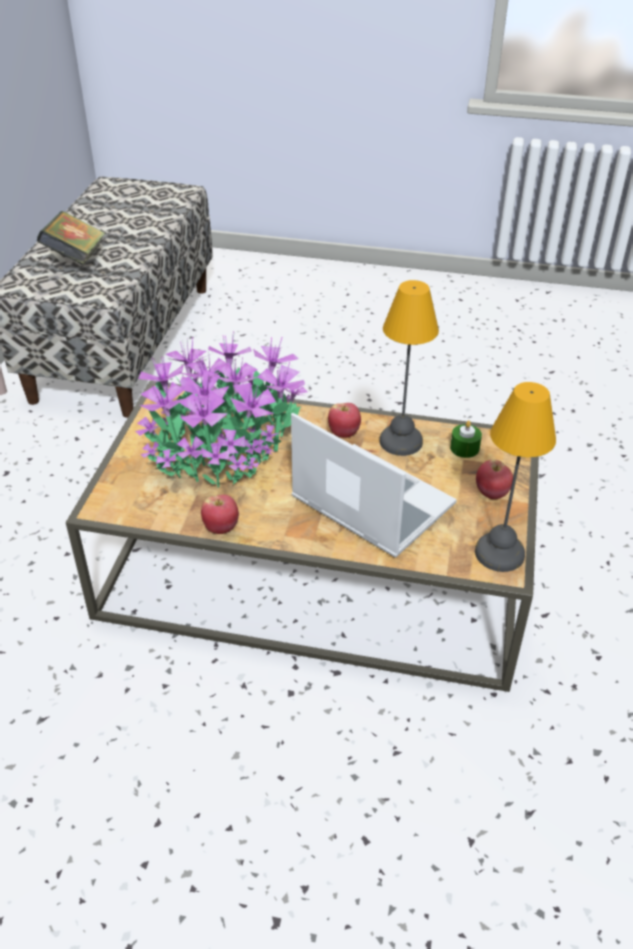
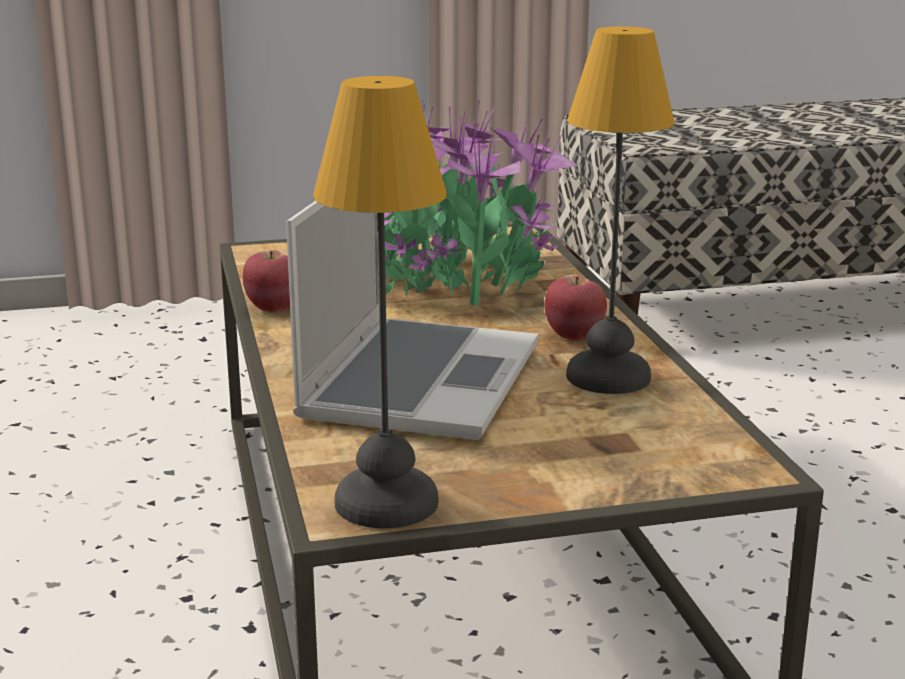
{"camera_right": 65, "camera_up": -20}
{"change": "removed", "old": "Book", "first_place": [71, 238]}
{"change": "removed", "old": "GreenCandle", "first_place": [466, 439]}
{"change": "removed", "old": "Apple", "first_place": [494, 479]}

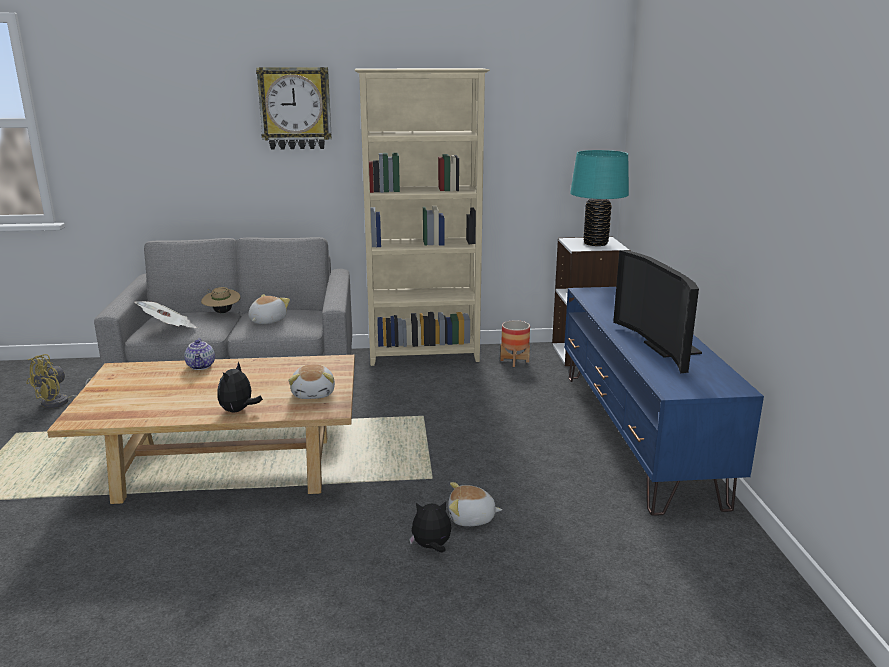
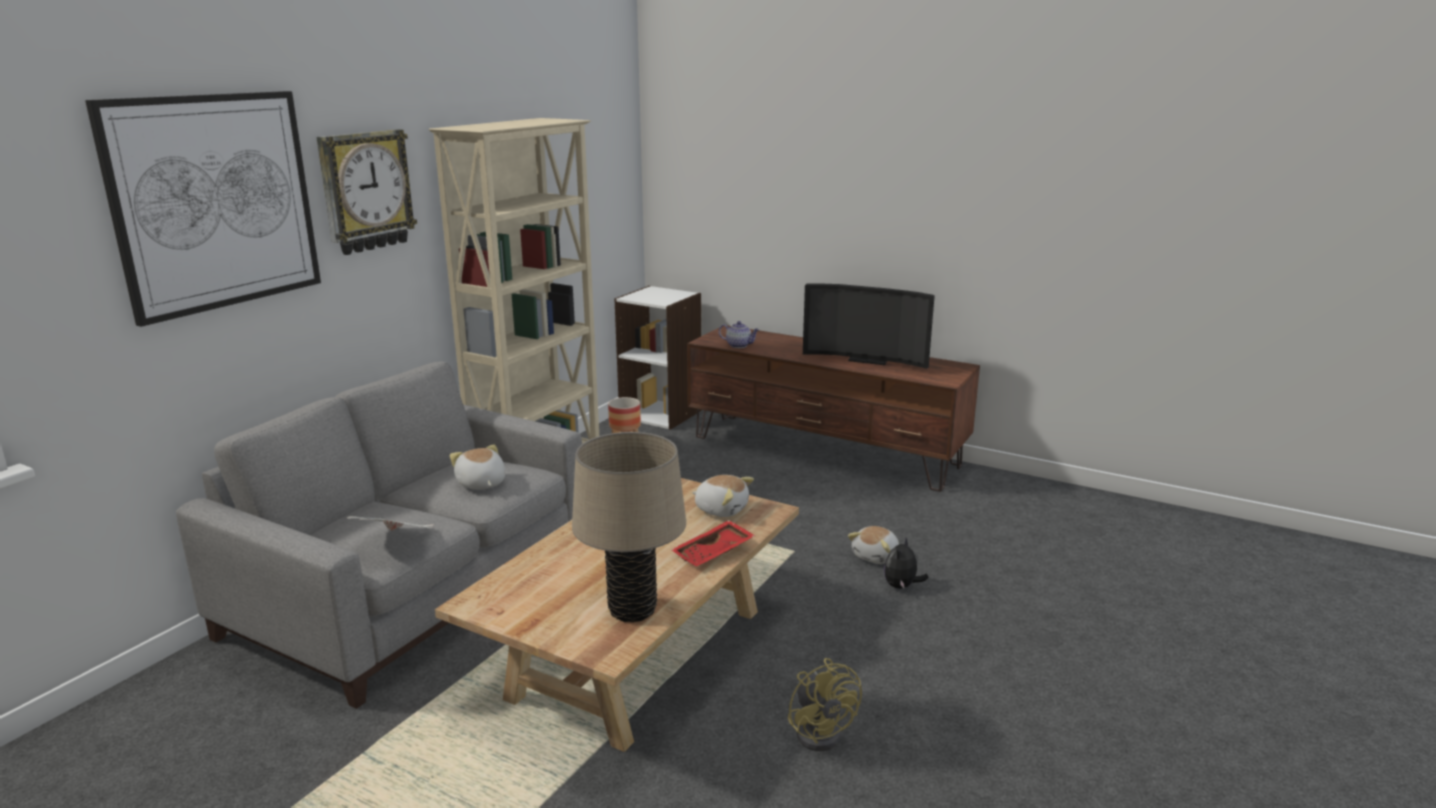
{"camera_right": -55, "camera_up": 0}
{"change": "removed", "old": "BeigeHat", "first_place": [220, 300]}
{"change": "removed", "old": "TurquoiseTableLamp", "first_place": [599, 198]}
{"change": "added", "new": "Picture", "second_place": [203, 209]}
{"change": "added", "new": "BeigeTableLamp", "second_place": [629, 527]}
{"change": "moved", "old": "YellowFan", "first_place": [59, 381], "second_place": [825, 704]}
{"change": "moved", "old": "Teapot", "first_place": [199, 354], "second_place": [739, 334]}
{"change": "replaced", "old": "PlushToy", "new": "RedTray", "first_place": [240, 387], "second_place": [713, 543]}
{"change": "recoloured", "old": "BlueTvStand", "new": "BrownTvStand", "first_place": [664, 401], "second_place": [833, 408]}

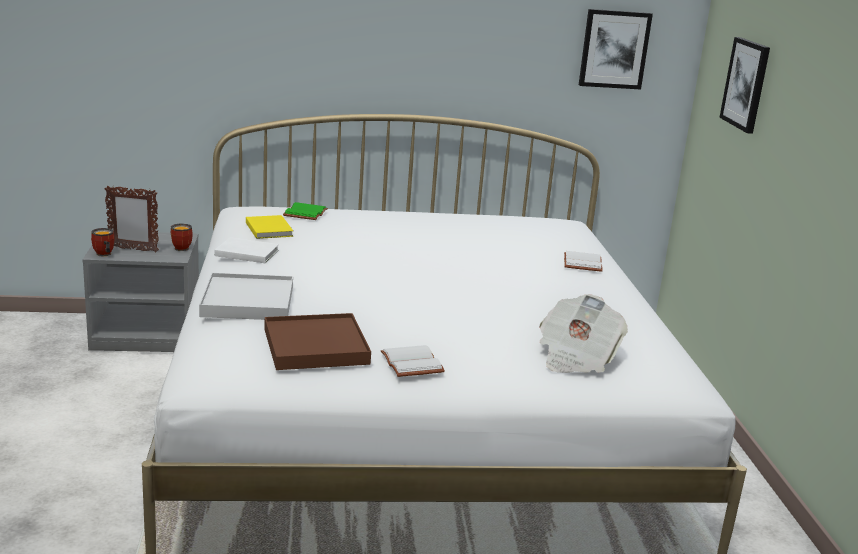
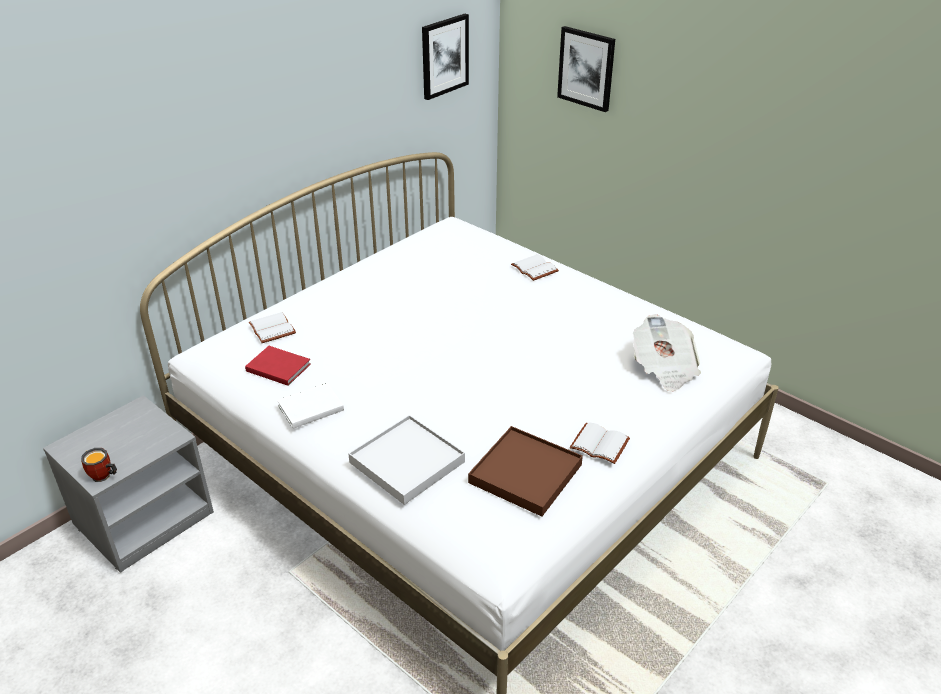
{"camera_right": -40, "camera_up": 15}
{"change": "removed", "old": "PictureFrame", "first_place": [131, 219]}
{"change": "removed", "old": "Mug", "first_place": [182, 237]}
{"change": "recoloured", "old": "YellowBook", "new": "RedBook", "first_place": [269, 227], "second_place": [278, 366]}
{"change": "recoloured", "old": "GreenBook", "new": "WhiteBook", "first_place": [305, 211], "second_place": [272, 327]}

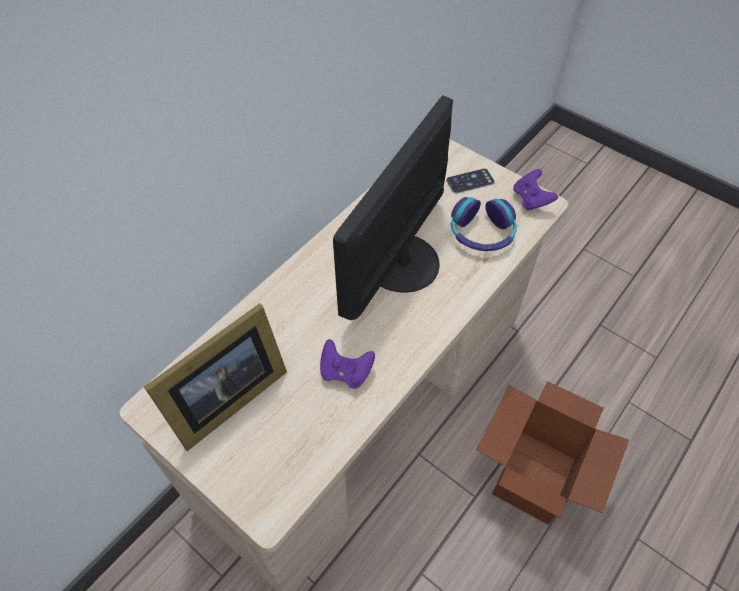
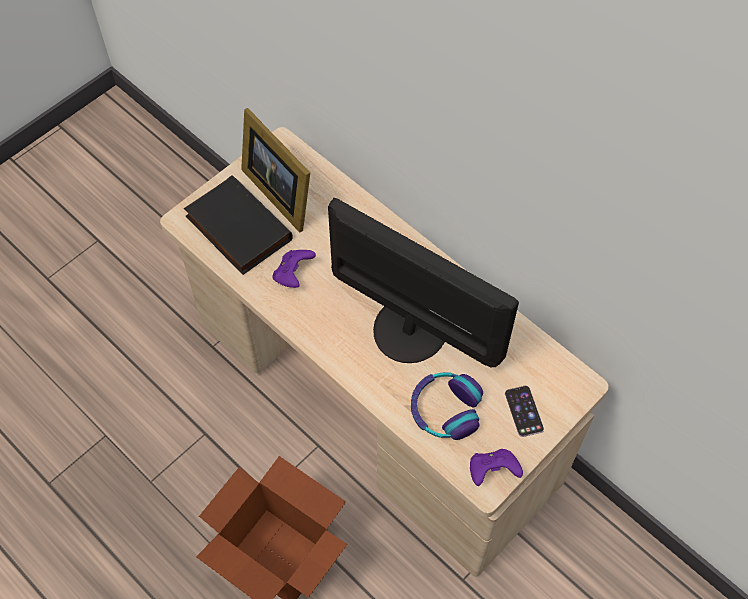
{"camera_right": 95, "camera_up": 5}
{"change": "added", "new": "BlackBook", "second_place": [238, 225]}

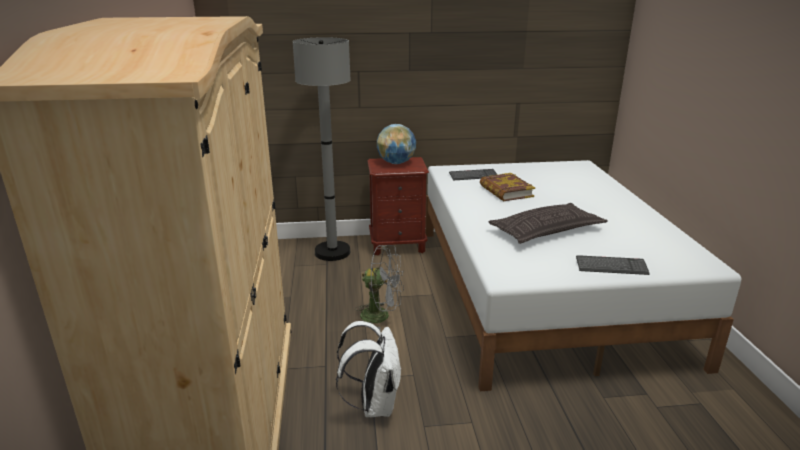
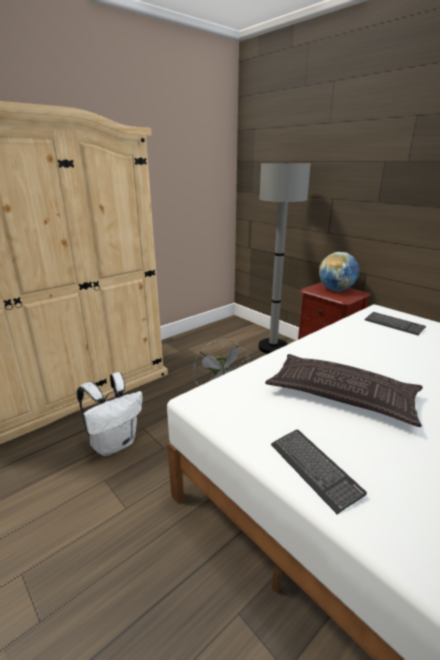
{"camera_right": 55, "camera_up": 0}
{"change": "removed", "old": "Book", "first_place": [507, 187]}

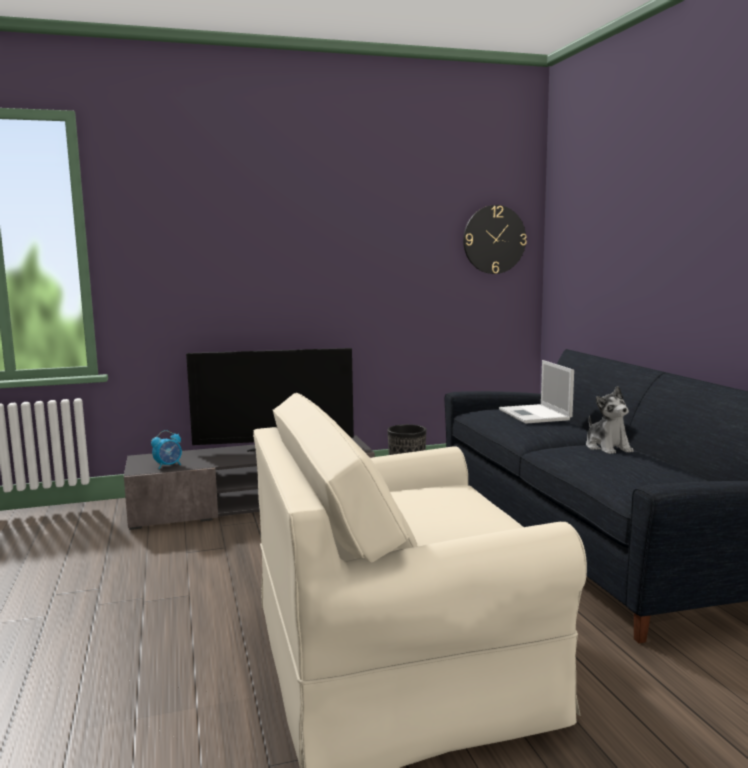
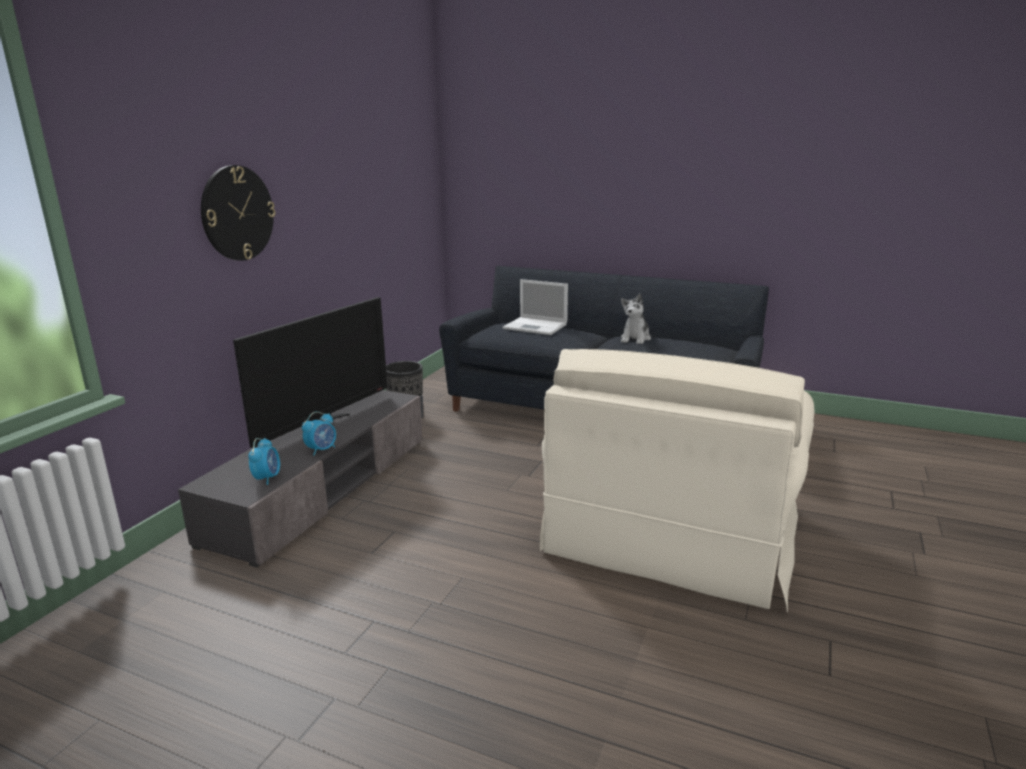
{"camera_right": -50, "camera_up": 10}
{"change": "added", "new": "AlarmClock", "second_place": [319, 434]}
{"change": "moved", "old": "WallClock", "first_place": [495, 239], "second_place": [238, 213]}
{"change": "turned", "old": "PlushToy", "first_place": [610, 420], "second_place": [636, 318], "degrees": 90}

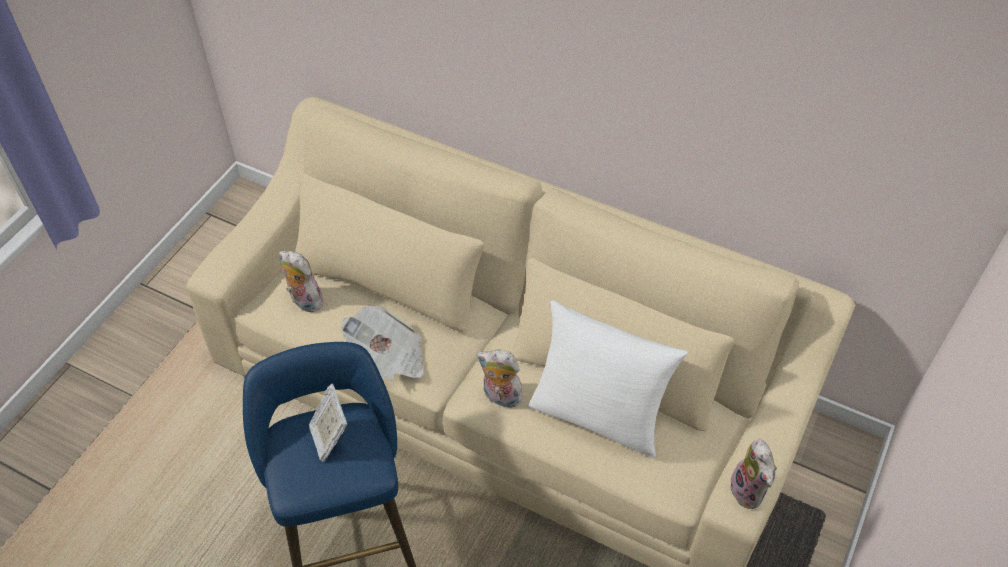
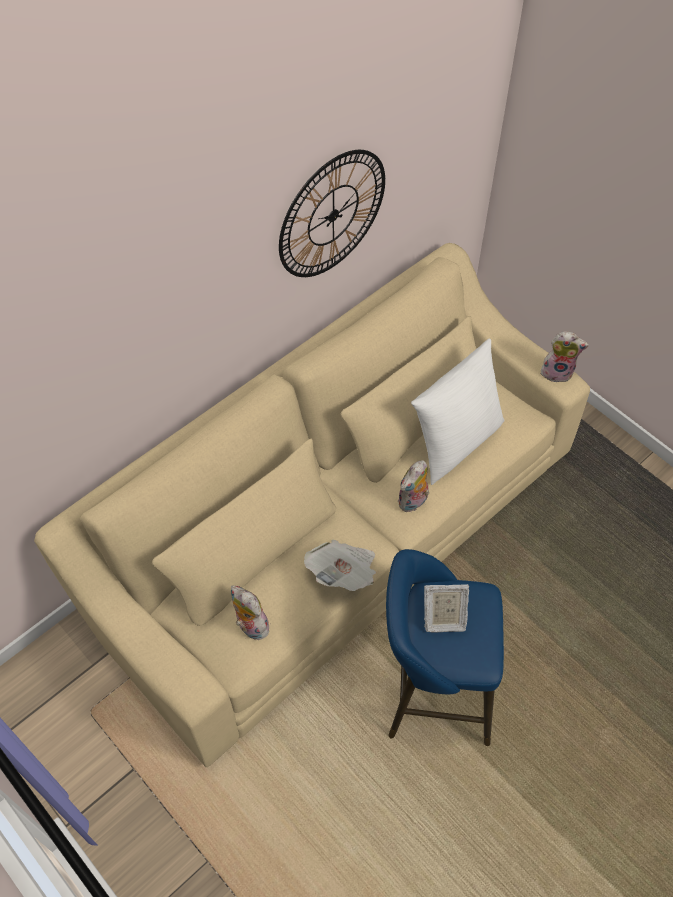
{"camera_right": -70, "camera_up": 5}
{"change": "added", "new": "WallClock", "second_place": [332, 213]}
{"change": "turned", "old": "PlushToy", "first_place": [301, 281], "second_place": [250, 612], "degrees": 75}

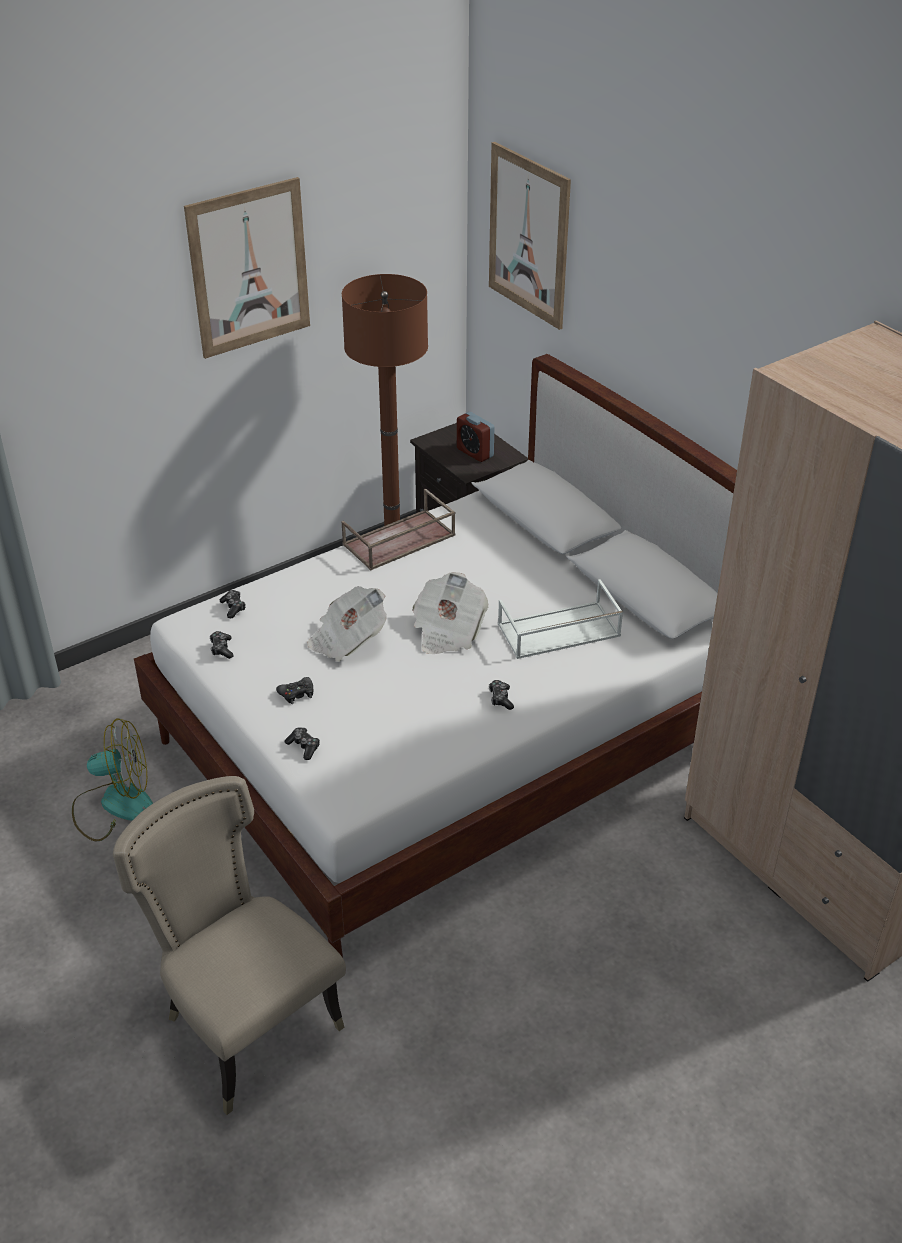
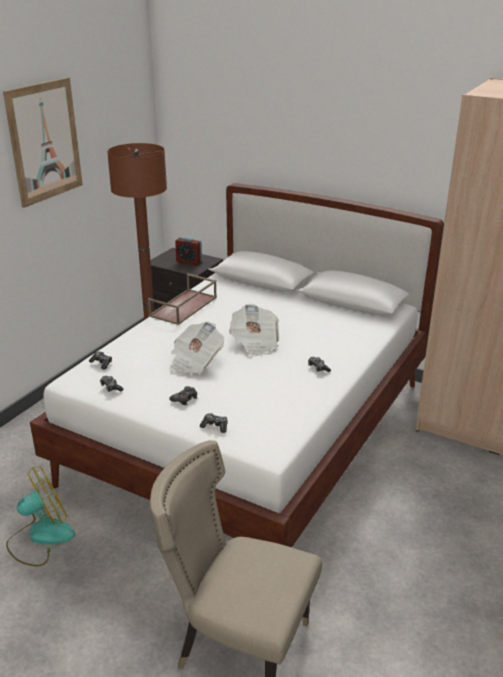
{"camera_right": -25, "camera_up": -10}
{"change": "removed", "old": "Picture", "first_place": [530, 236]}
{"change": "removed", "old": "WhiteTray", "first_place": [560, 619]}

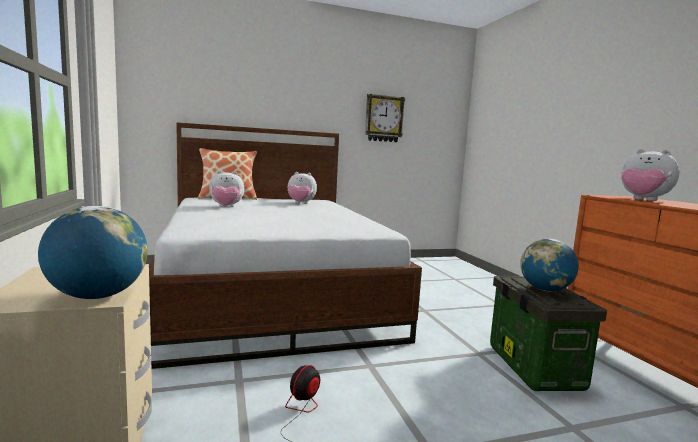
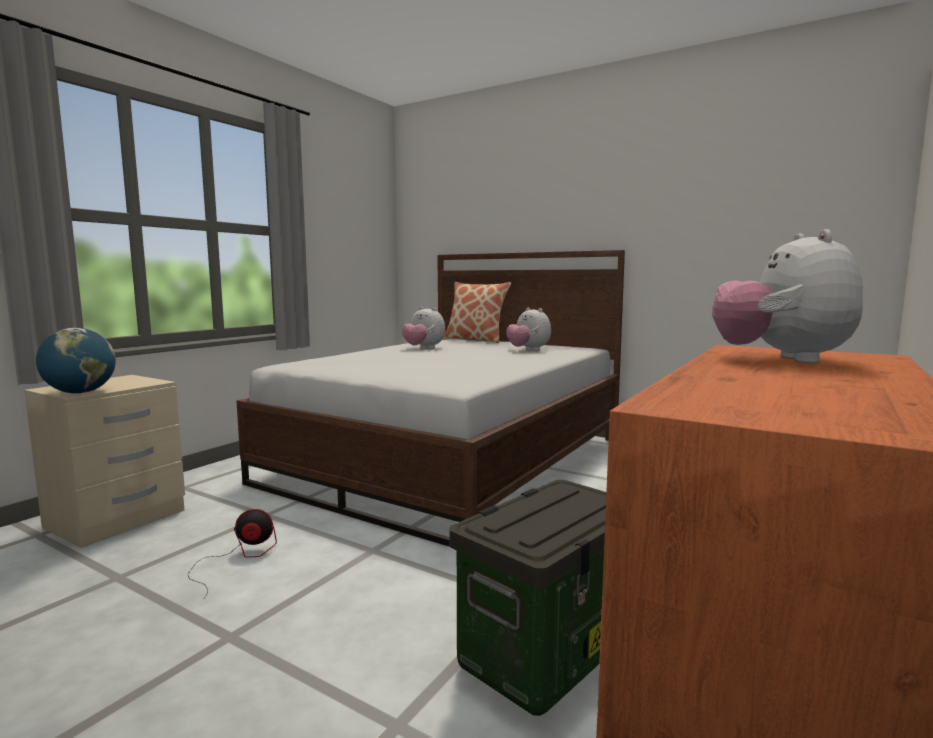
{"camera_right": 50, "camera_up": 0}
{"change": "removed", "old": "WallClock", "first_place": [385, 118]}
{"change": "removed", "old": "Globe", "first_place": [549, 265]}

